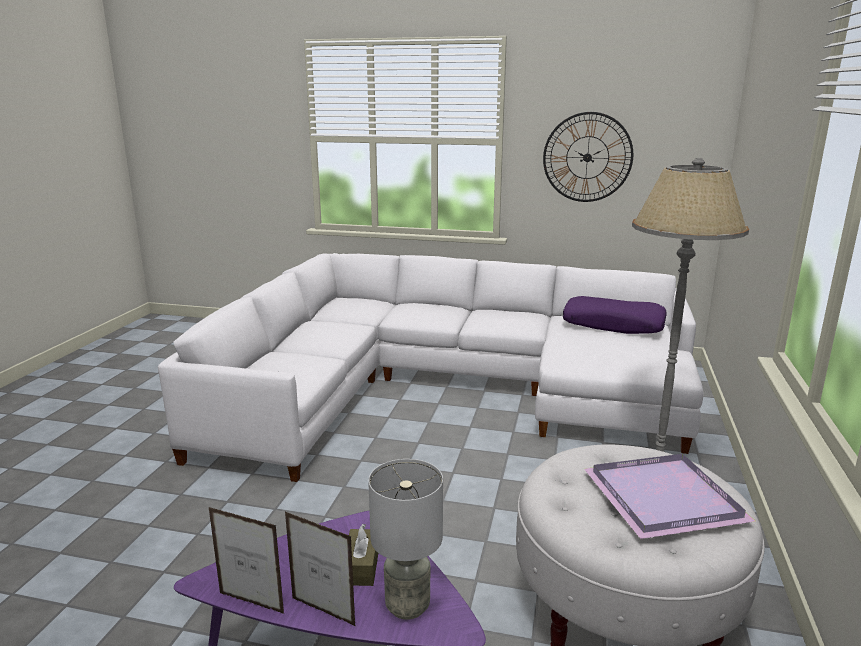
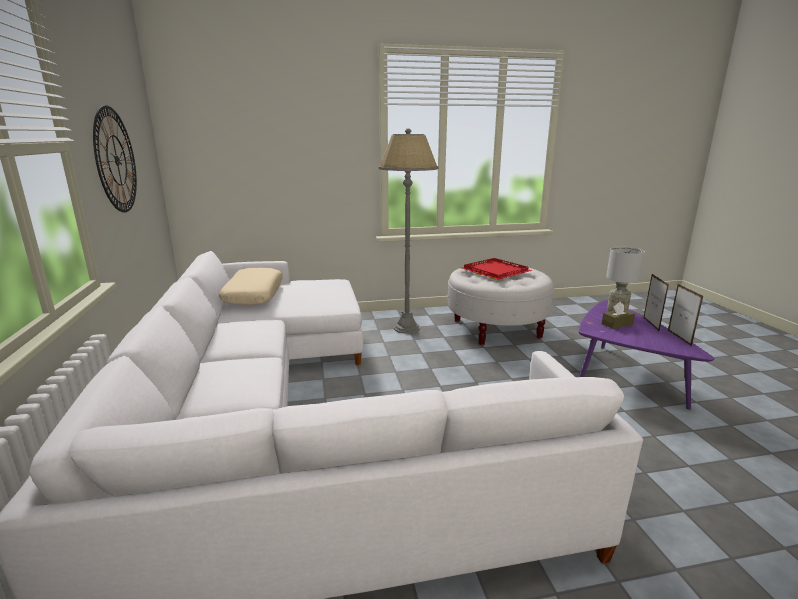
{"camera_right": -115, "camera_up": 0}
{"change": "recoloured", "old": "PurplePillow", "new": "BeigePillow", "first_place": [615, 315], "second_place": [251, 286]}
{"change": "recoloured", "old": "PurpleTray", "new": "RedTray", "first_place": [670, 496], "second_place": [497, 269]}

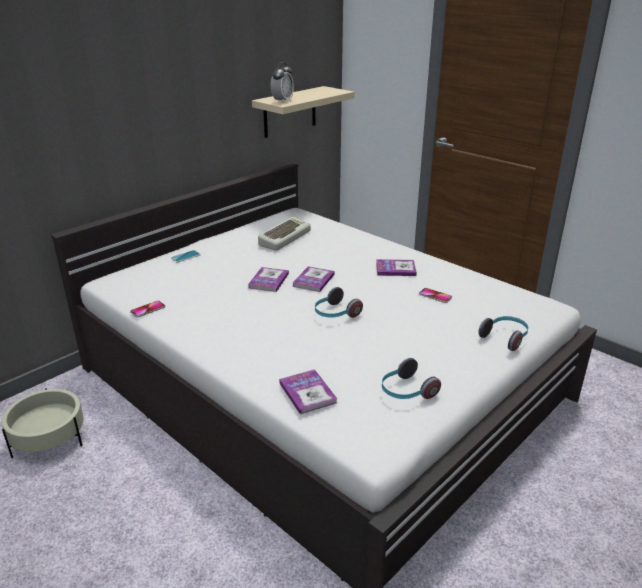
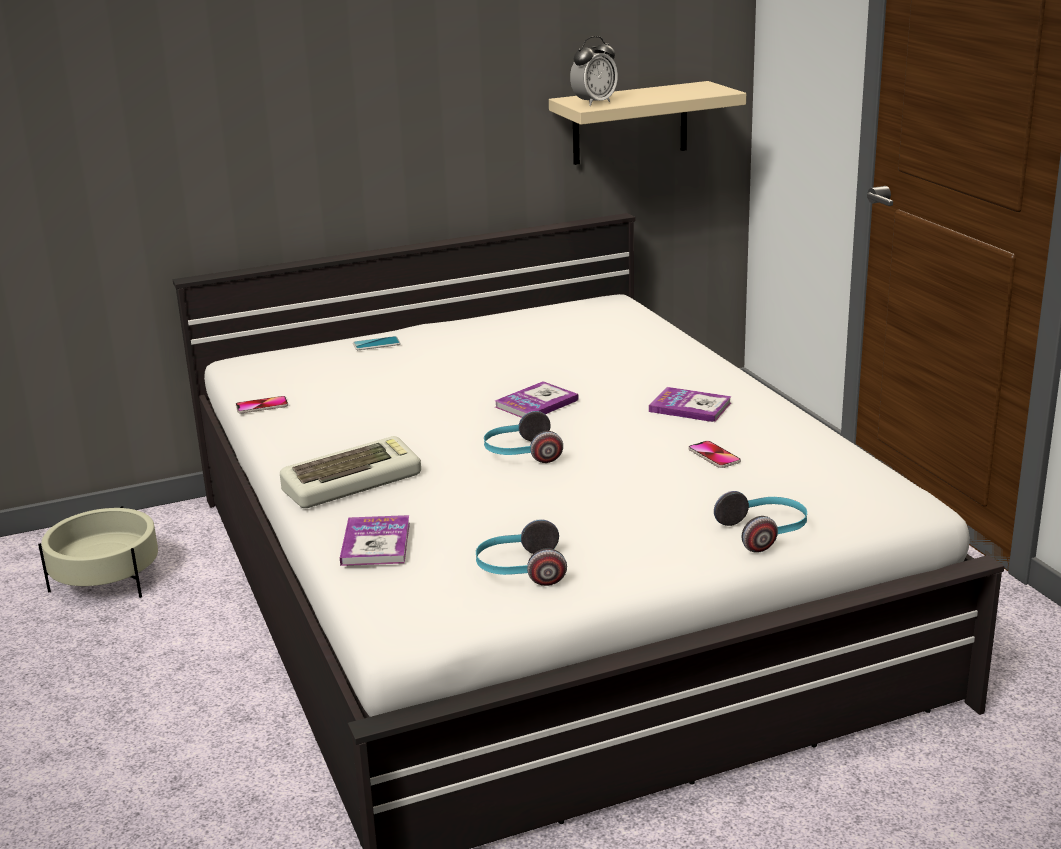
{"camera_right": 25, "camera_up": -5}
{"change": "removed", "old": "Book", "first_place": [268, 279]}
{"change": "moved", "old": "Keyboard", "first_place": [284, 234], "second_place": [350, 472]}

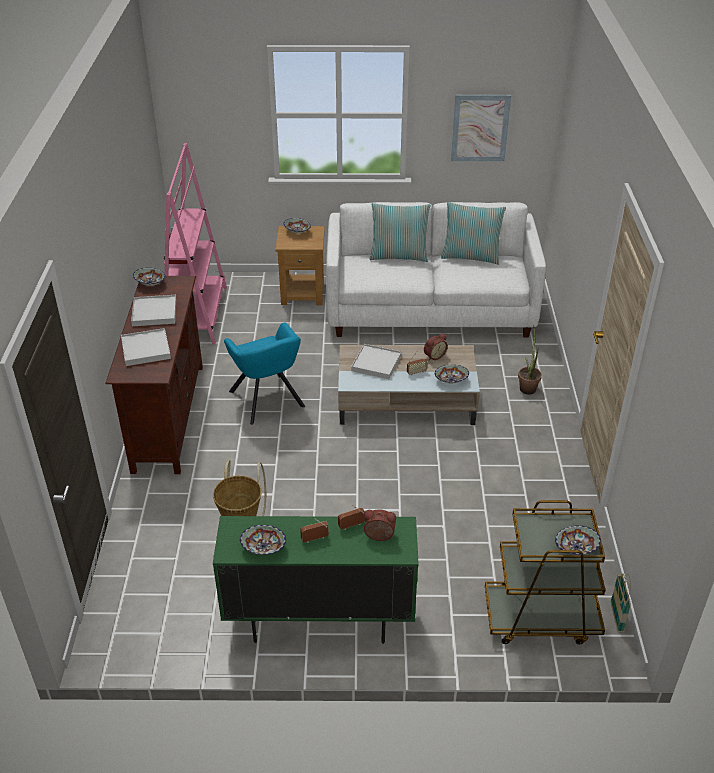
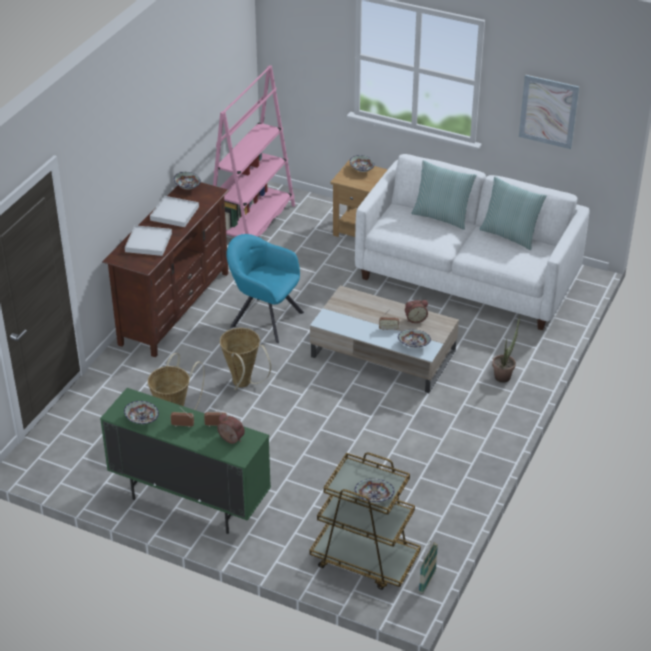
{"camera_right": 25, "camera_up": 0}
{"change": "removed", "old": "WhiteTray", "first_place": [376, 361]}
{"change": "added", "new": "Basket", "second_place": [245, 359]}
{"change": "turned", "old": "TurquoiseArmchair", "first_place": [264, 374], "second_place": [265, 288], "degrees": 120}

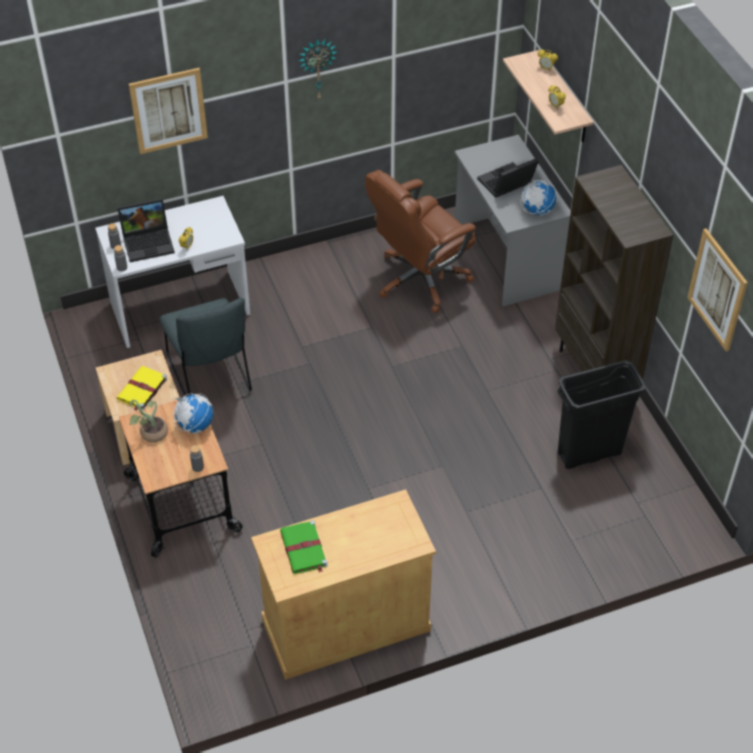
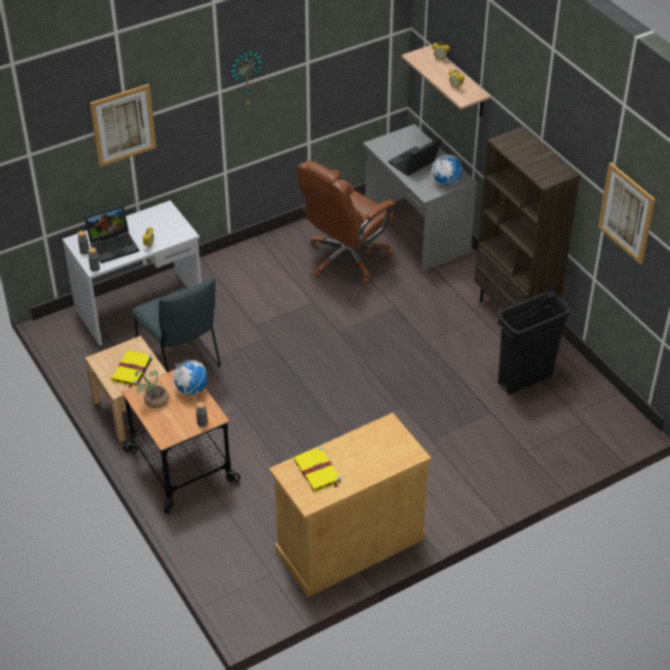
{"camera_right": -10, "camera_up": -5}
{"change": "recoloured", "old": "GreenBook", "new": "YellowBook", "first_place": [304, 547], "second_place": [317, 469]}

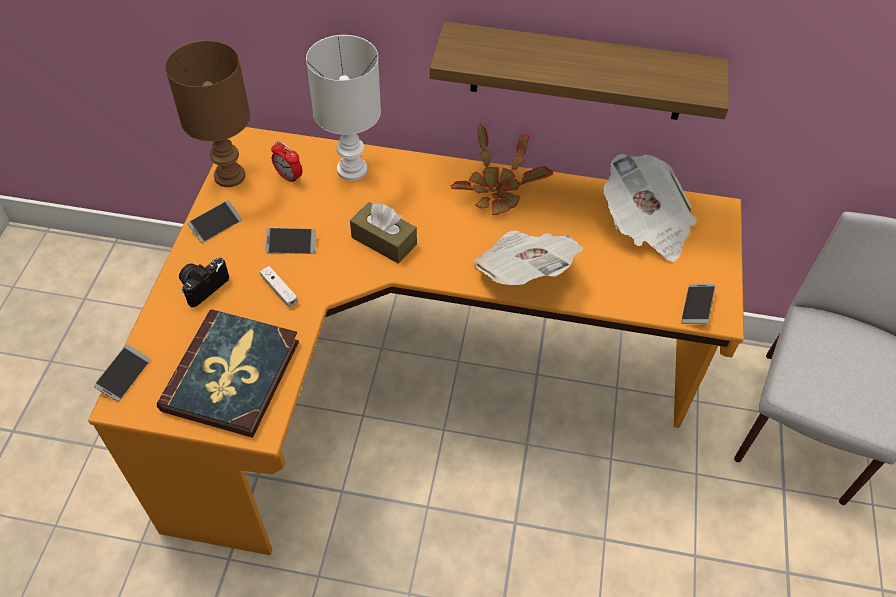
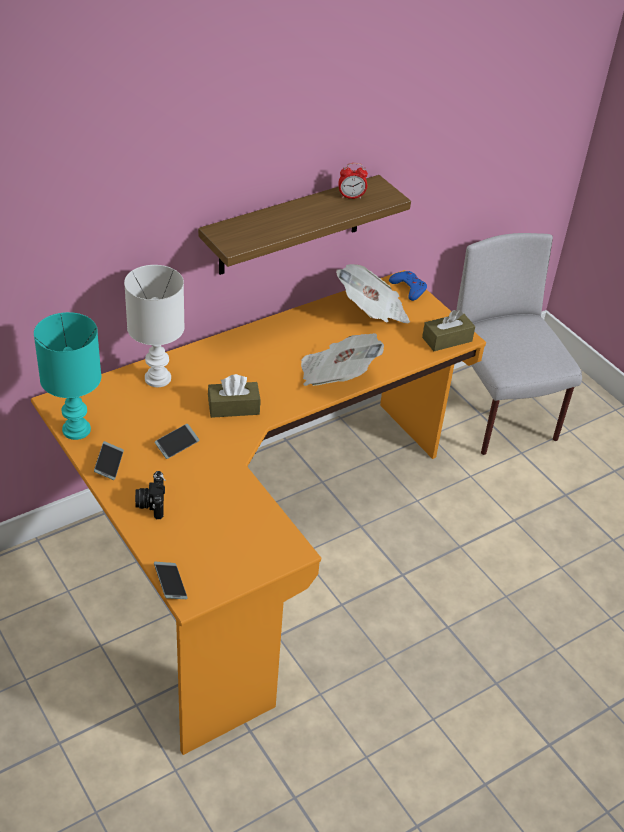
{"camera_right": -45, "camera_up": -10}
{"change": "removed", "old": "Book", "first_place": [228, 374]}
{"change": "removed", "old": "WhiteGameController", "first_place": [279, 286]}
{"change": "removed", "old": "PottedPlant", "first_place": [501, 169]}
{"change": "added", "new": "BlueGameController", "second_place": [408, 286]}
{"change": "moved", "old": "AlarmClock", "first_place": [286, 162], "second_place": [353, 181]}
{"change": "replaced", "old": "Phone", "new": "BrownTissueBox", "first_place": [698, 304], "second_place": [448, 330]}
{"change": "recoloured", "old": "BrownTableLamp", "new": "TurquoiseTableLamp", "first_place": [207, 113], "second_place": [67, 376]}

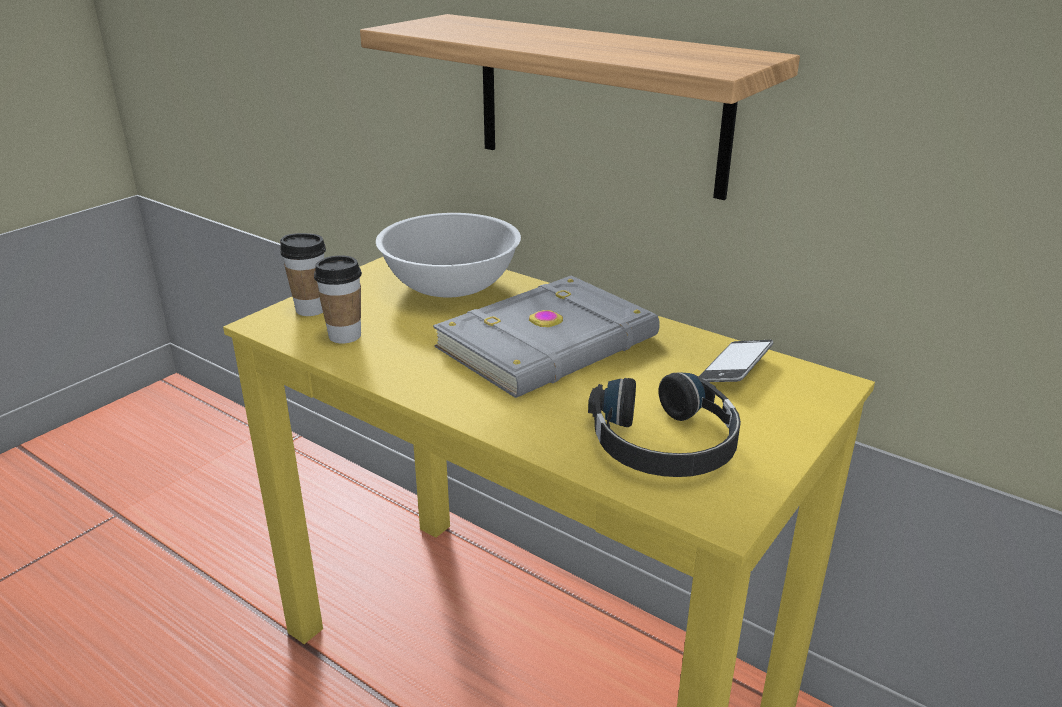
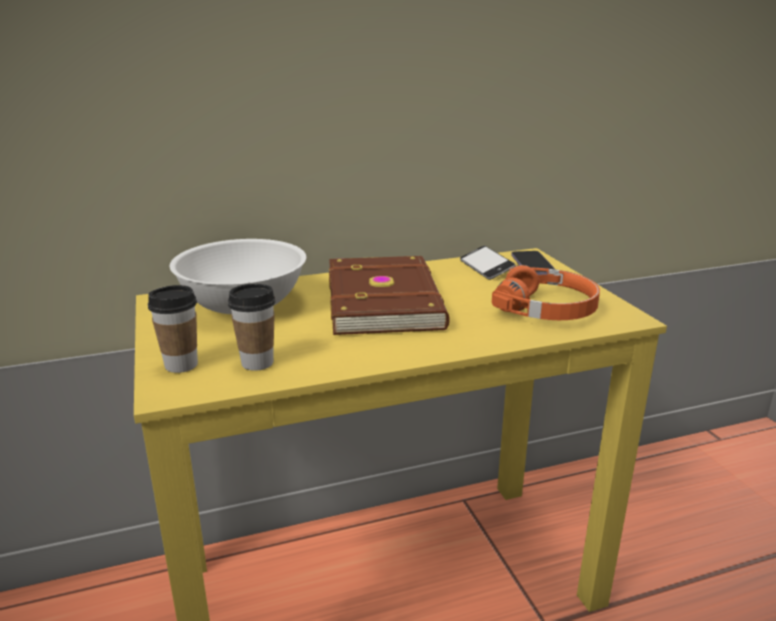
{"camera_right": -55, "camera_up": -5}
{"change": "removed", "old": "Shelf", "first_place": [580, 107]}
{"change": "added", "new": "Phone", "second_place": [533, 263]}
{"change": "recoloured", "old": "GreyBook", "new": "BrownBook", "first_place": [546, 336], "second_place": [389, 295]}
{"change": "recoloured", "old": "BlackHeadphones", "new": "OrangeHeadphones", "first_place": [664, 424], "second_place": [546, 292]}

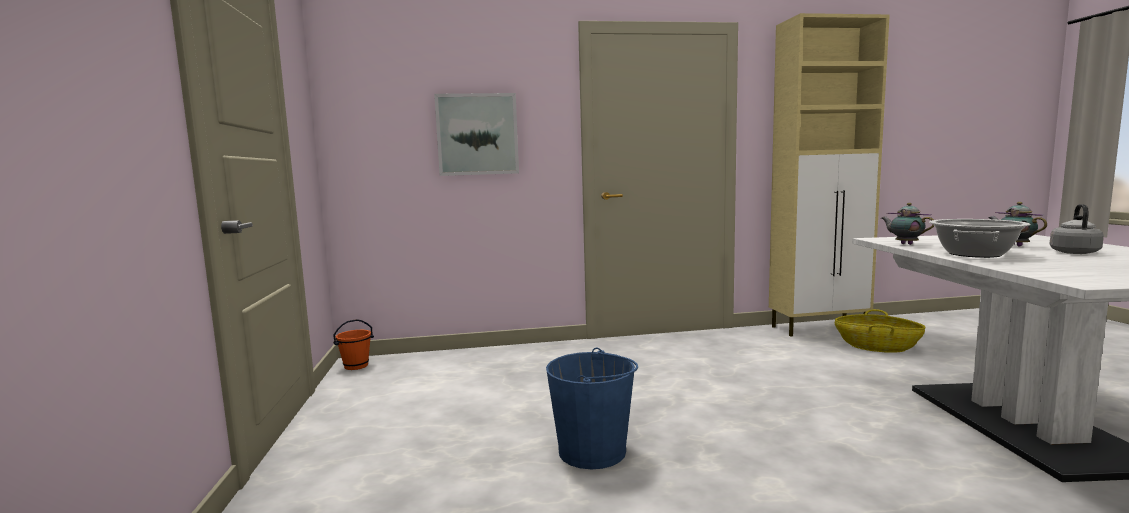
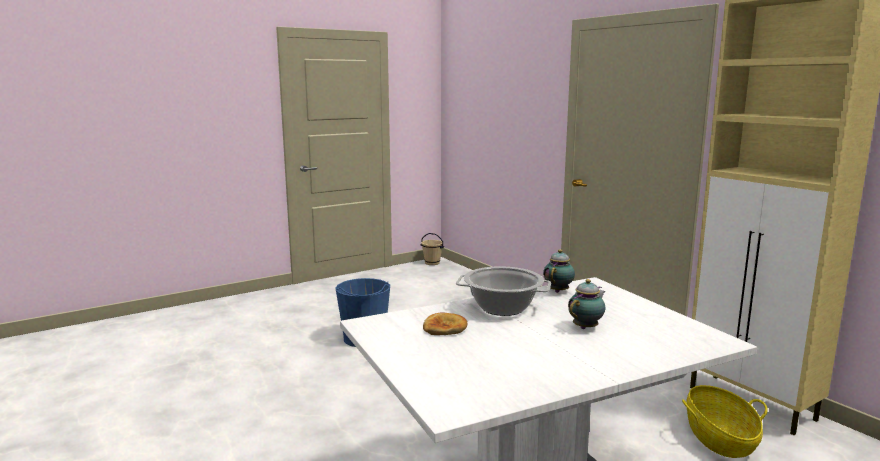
{"camera_right": 65, "camera_up": 5}
{"change": "removed", "old": "Picture", "first_place": [476, 134]}
{"change": "removed", "old": "GreyKettle", "first_place": [1077, 229]}
{"change": "added", "new": "Bread", "second_place": [445, 323]}
{"change": "recoloured", "old": "OrangeBucket", "new": "BeigeBucket", "first_place": [353, 344], "second_place": [432, 249]}

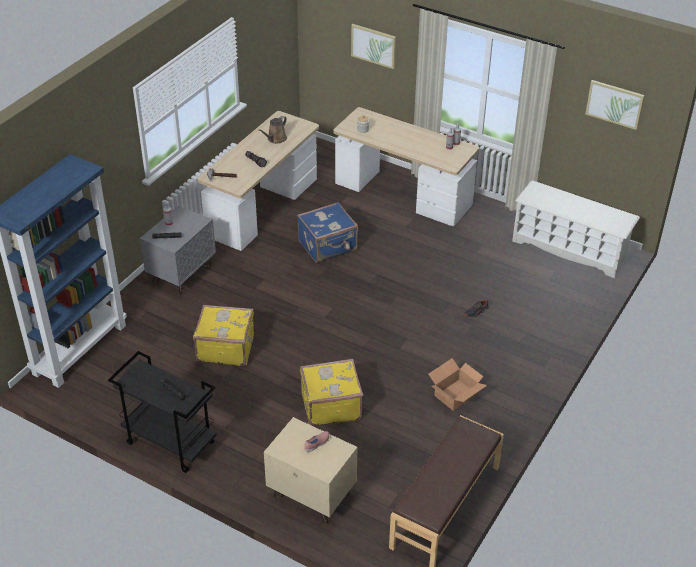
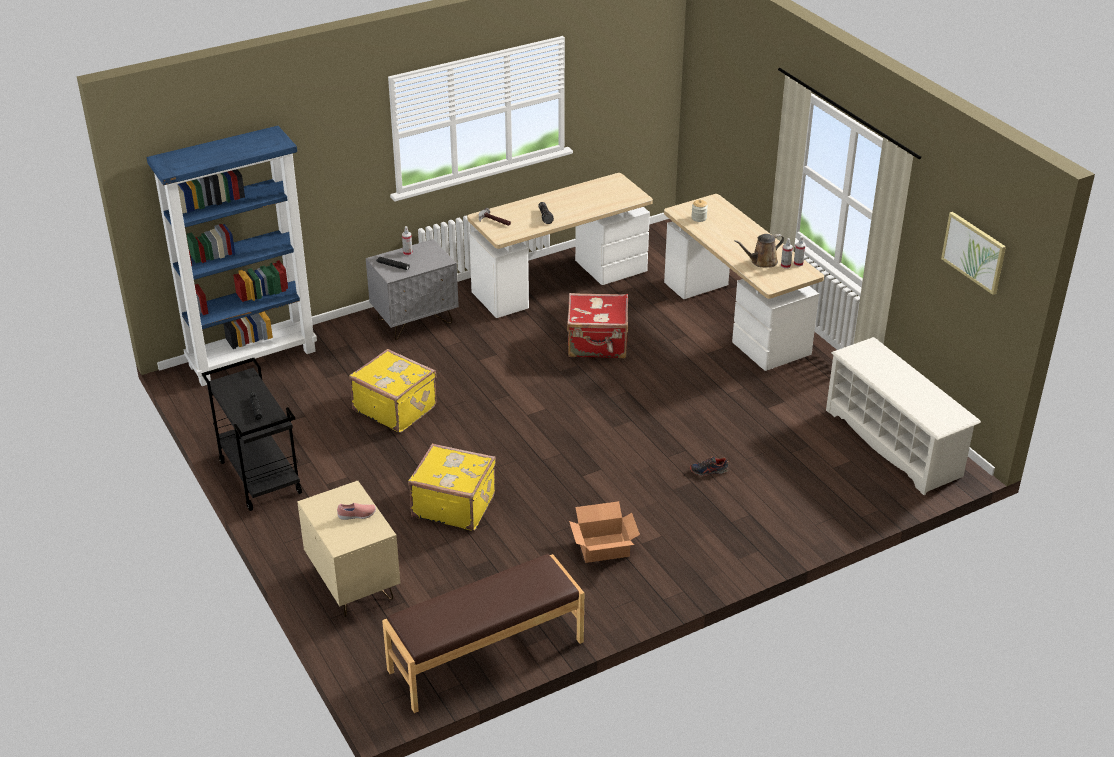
{"camera_right": 30, "camera_up": -5}
{"change": "removed", "old": "Picture", "first_place": [373, 46]}
{"change": "moved", "old": "BrownWateringCan", "first_place": [272, 130], "second_place": [759, 251]}
{"change": "recoloured", "old": "BlueSuitcase", "new": "RedSuitcase", "first_place": [327, 232], "second_place": [597, 325]}

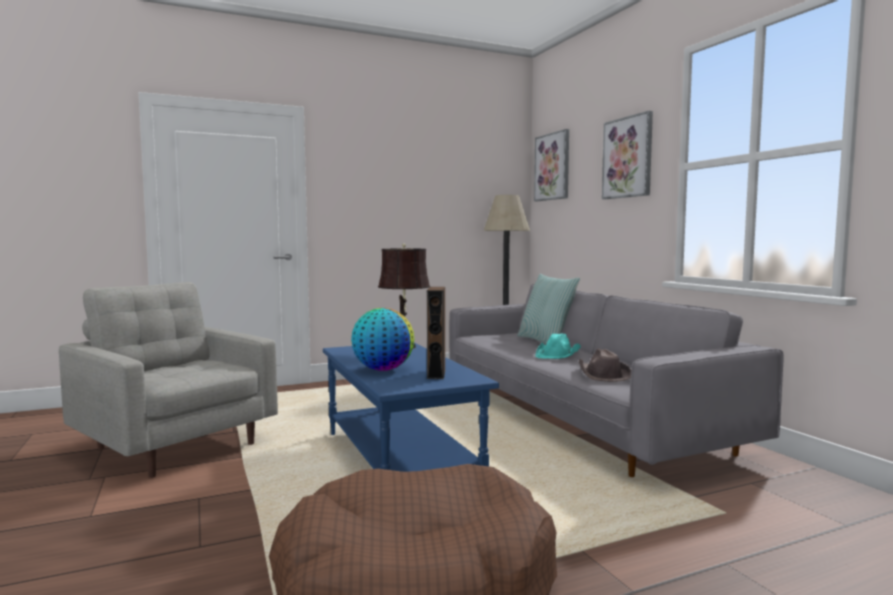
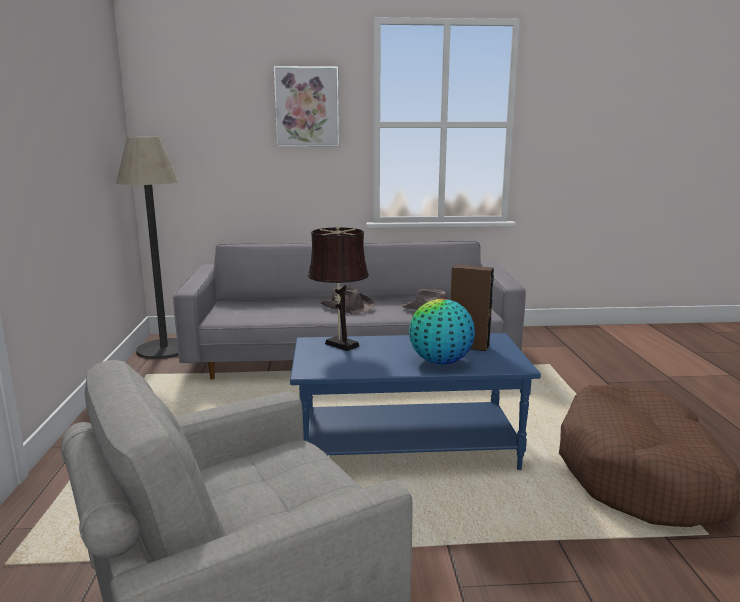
{"camera_right": -70, "camera_up": 10}
{"change": "removed", "old": "Pillow", "first_place": [549, 309]}
{"change": "removed", "old": "Picture", "first_place": [551, 165]}
{"change": "recoloured", "old": "TurquoiseHat", "new": "BrownHat", "first_place": [558, 346], "second_place": [348, 301]}

